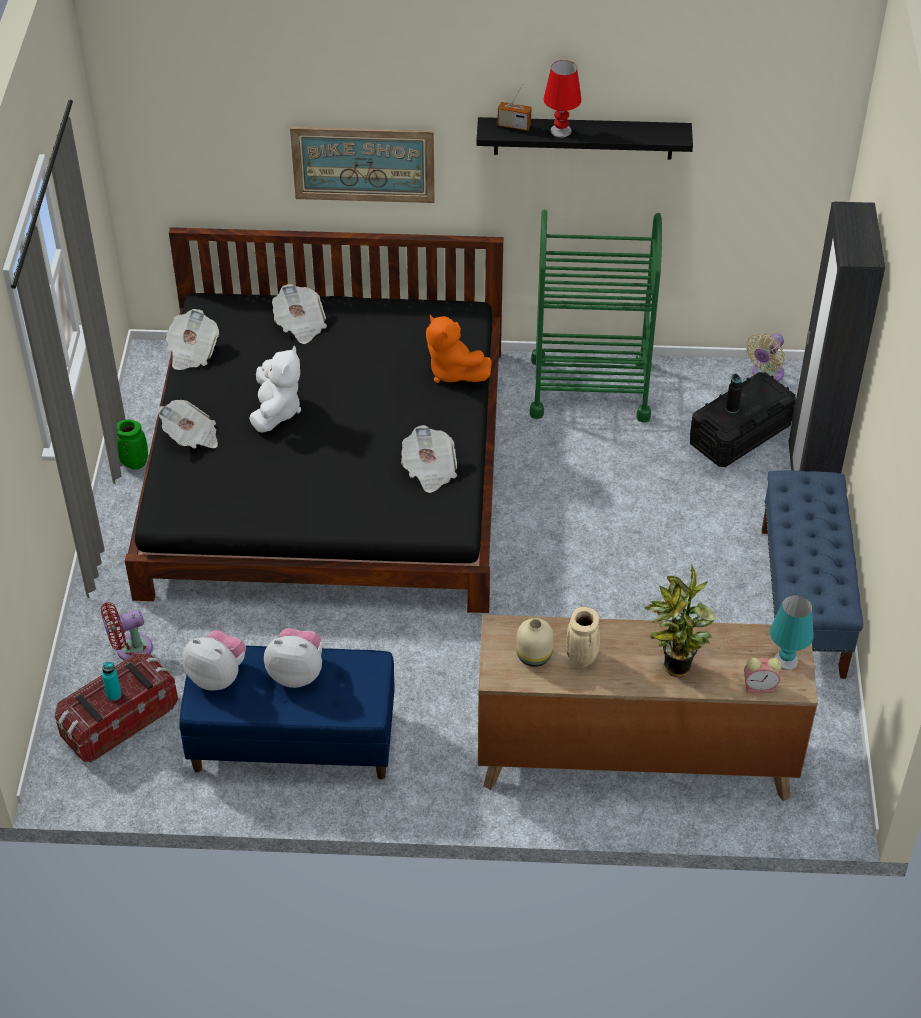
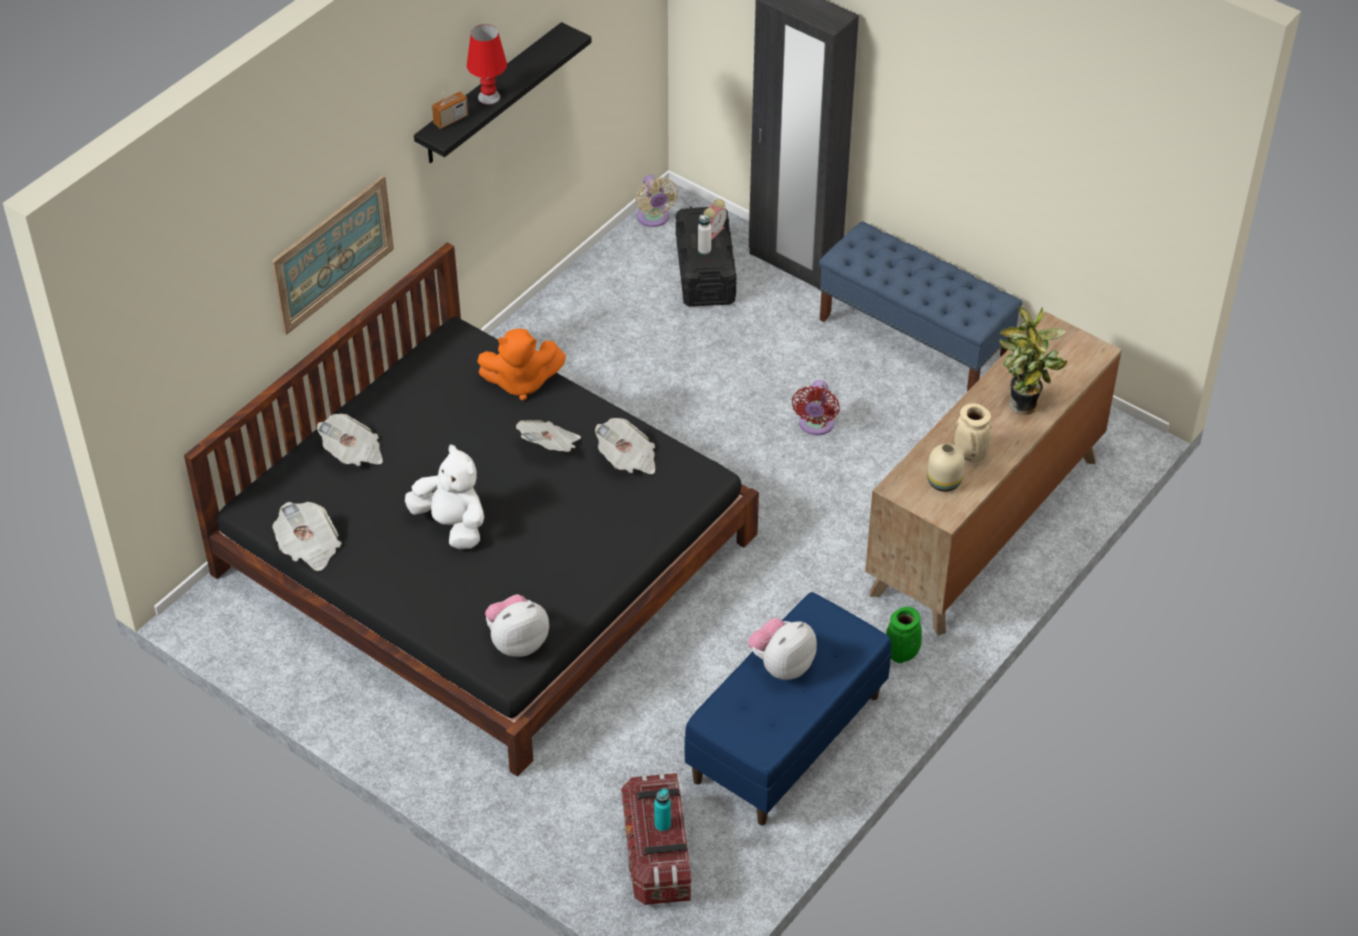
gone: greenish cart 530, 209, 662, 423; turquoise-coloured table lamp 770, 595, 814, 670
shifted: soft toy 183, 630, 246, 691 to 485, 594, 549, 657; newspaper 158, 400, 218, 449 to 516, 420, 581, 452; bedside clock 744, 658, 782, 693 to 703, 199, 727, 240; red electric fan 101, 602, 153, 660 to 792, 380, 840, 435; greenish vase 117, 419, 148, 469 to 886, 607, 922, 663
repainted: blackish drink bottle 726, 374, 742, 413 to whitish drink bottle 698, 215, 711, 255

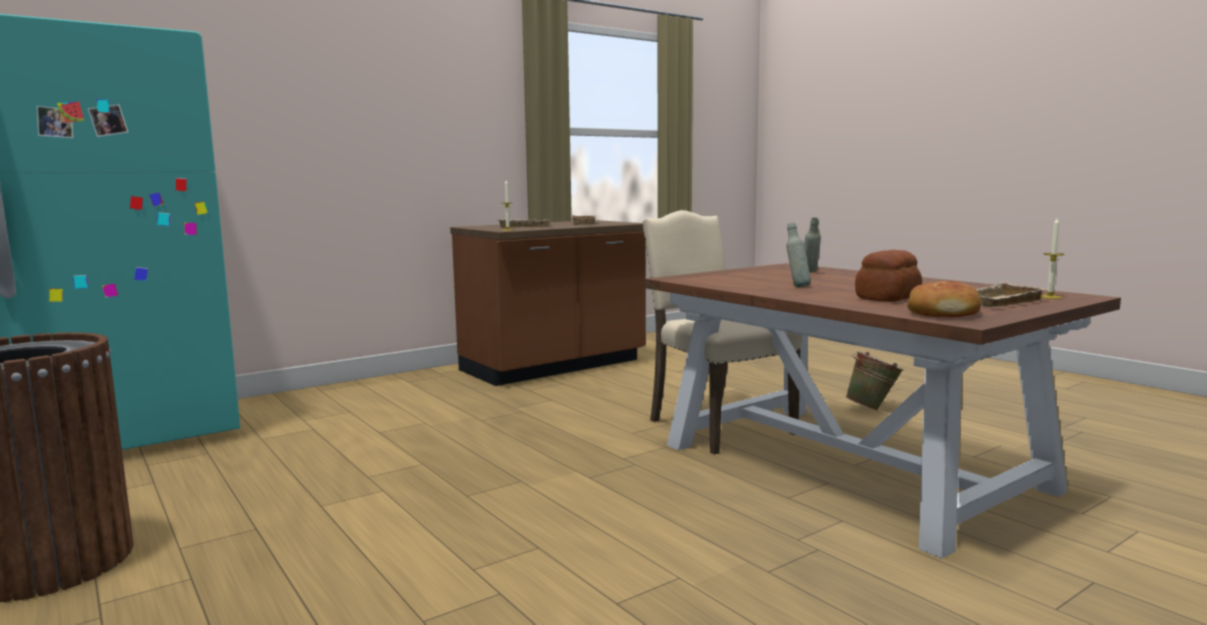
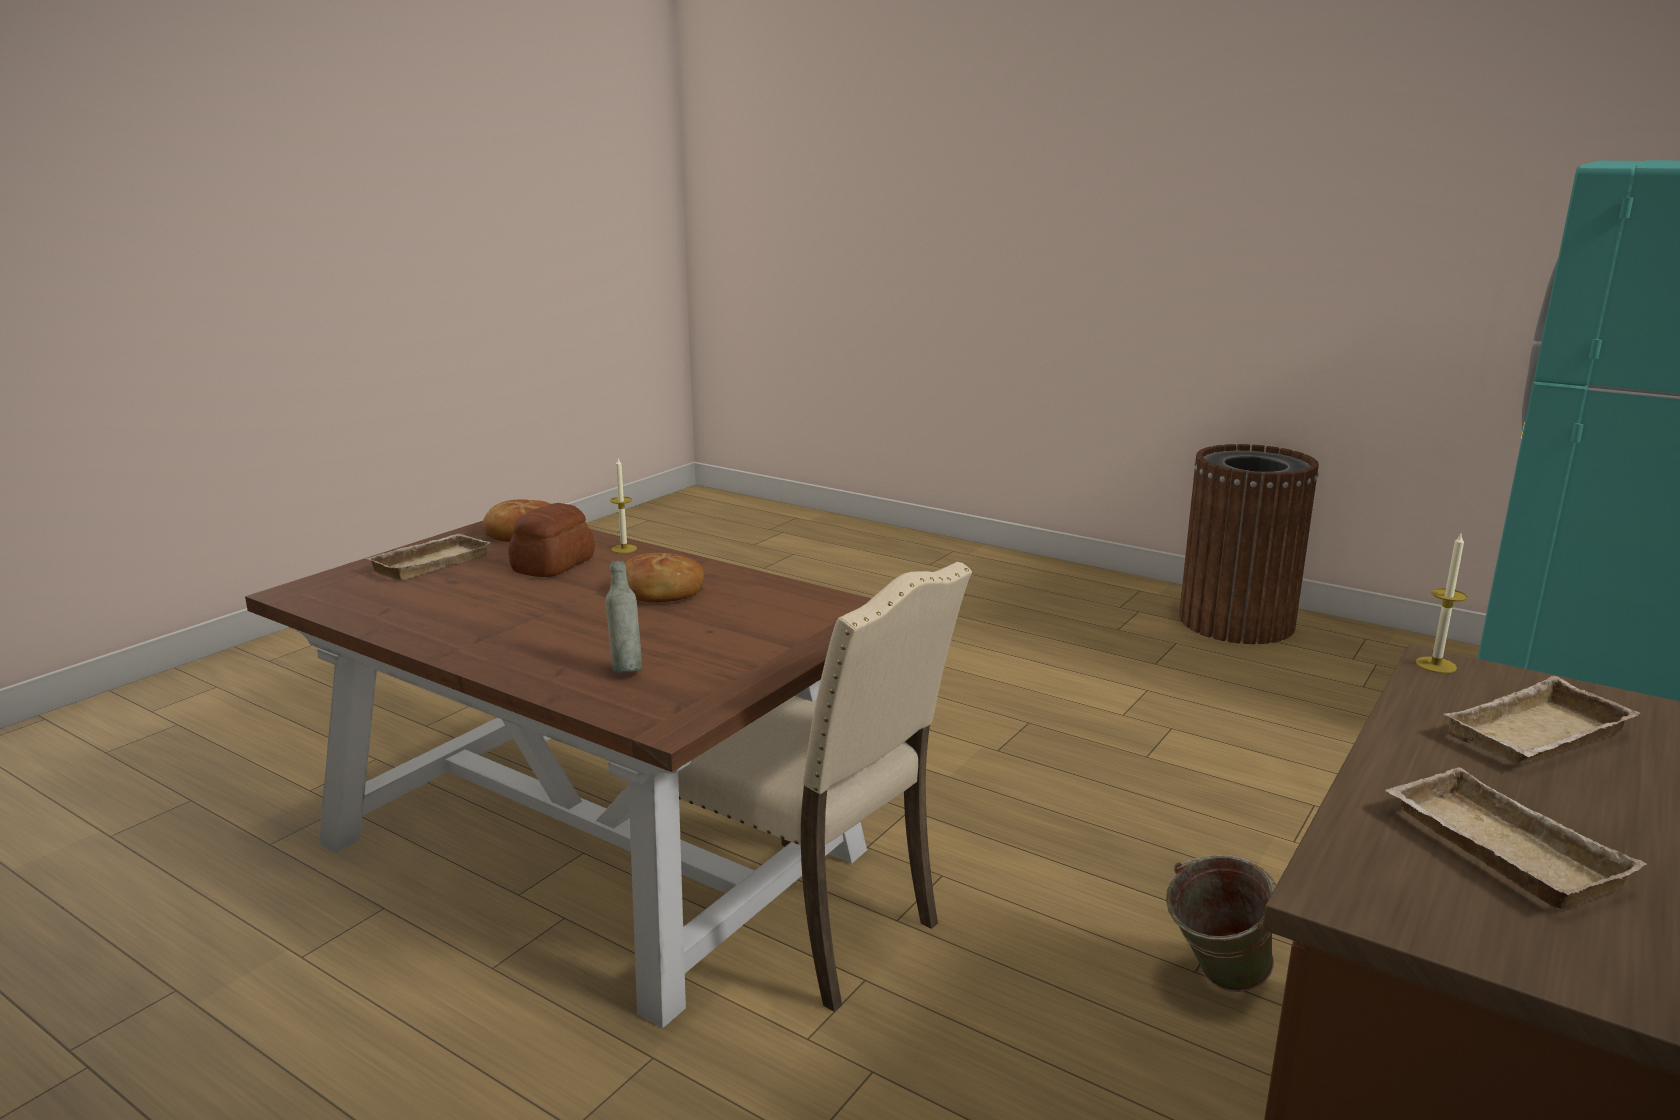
shifted: wax candle 1041, 218, 1064, 299 to 610, 458, 637, 553; greenish bucket 845, 351, 904, 411 to 1166, 855, 1277, 992
swapped: greyish drink bottle 786, 223, 811, 287 to bakery bread 625, 553, 704, 602

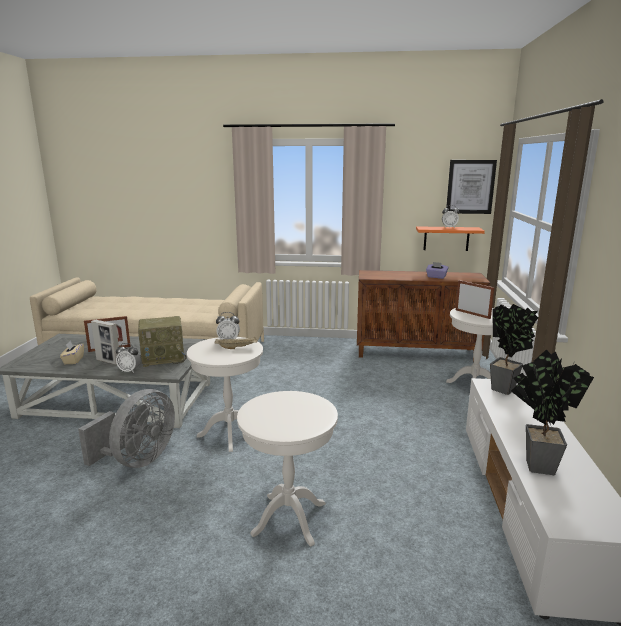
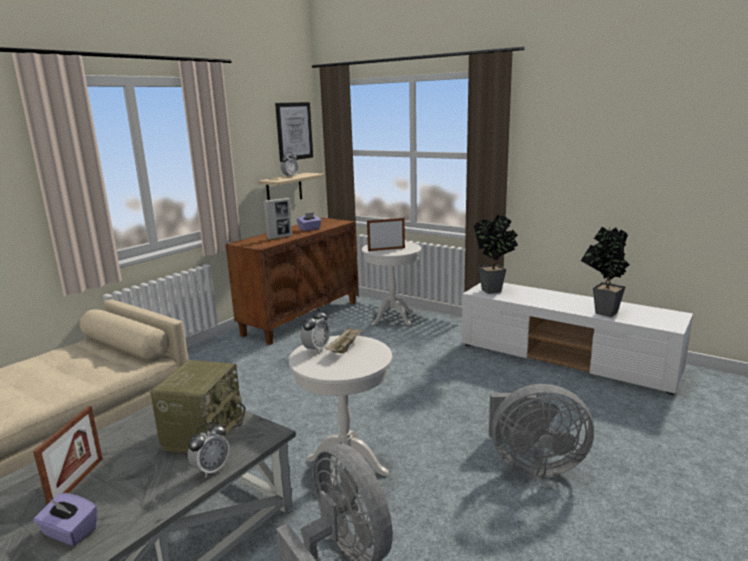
shifted: standing frame 91, 320, 119, 365 to 264, 198, 292, 240
swapped: whitish side table 237, 391, 338, 547 to greyish electric fan 489, 384, 594, 477
repainted: beige box of tissues 60, 341, 84, 364 to purple-coloured box of tissues 33, 493, 98, 546; orange-coloured wall shelf 416, 226, 485, 251 to beige wall shelf 258, 173, 325, 200

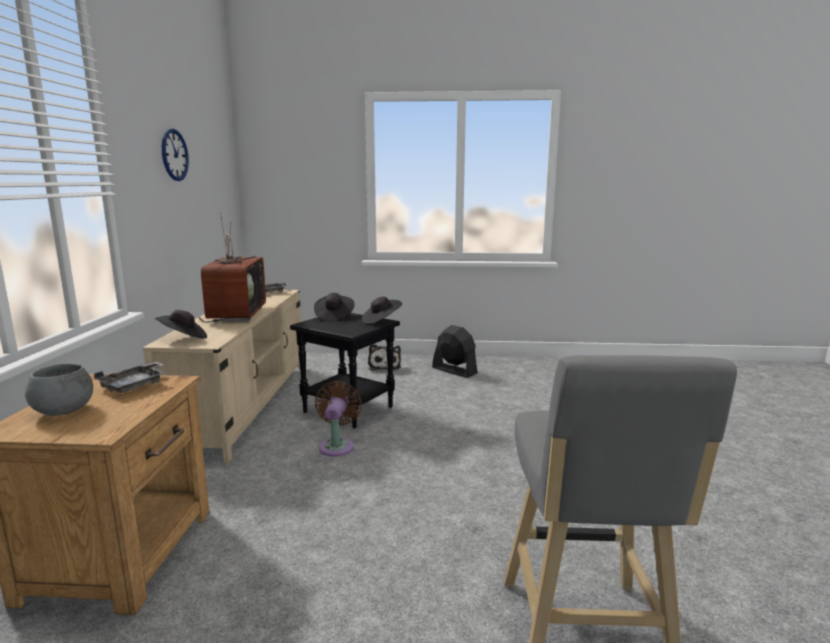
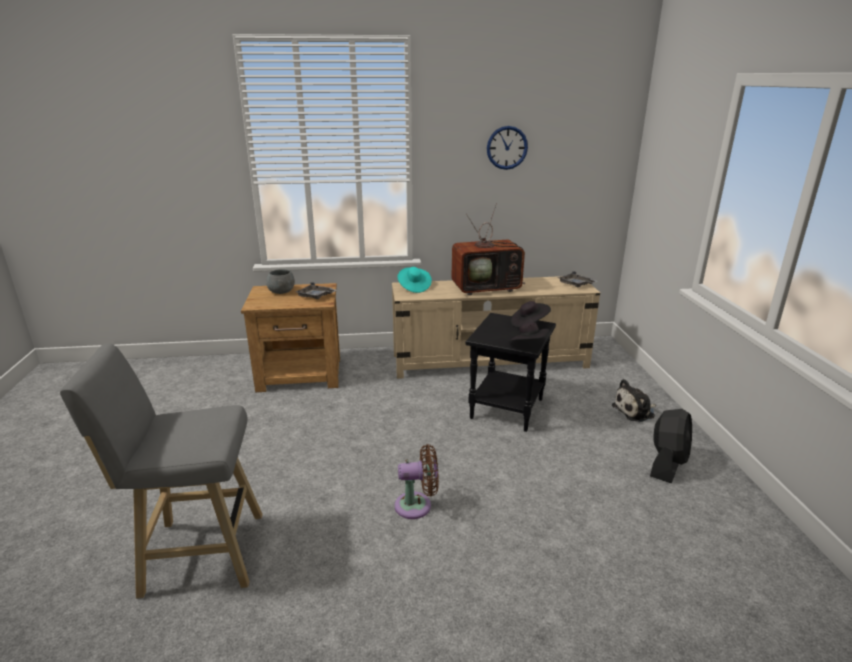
shifted: brownish electric fan 315, 381, 362, 456 to 394, 444, 439, 519
repainted: blackish clothing hat 155, 310, 207, 339 to turquoise-coloured clothing hat 397, 267, 432, 293

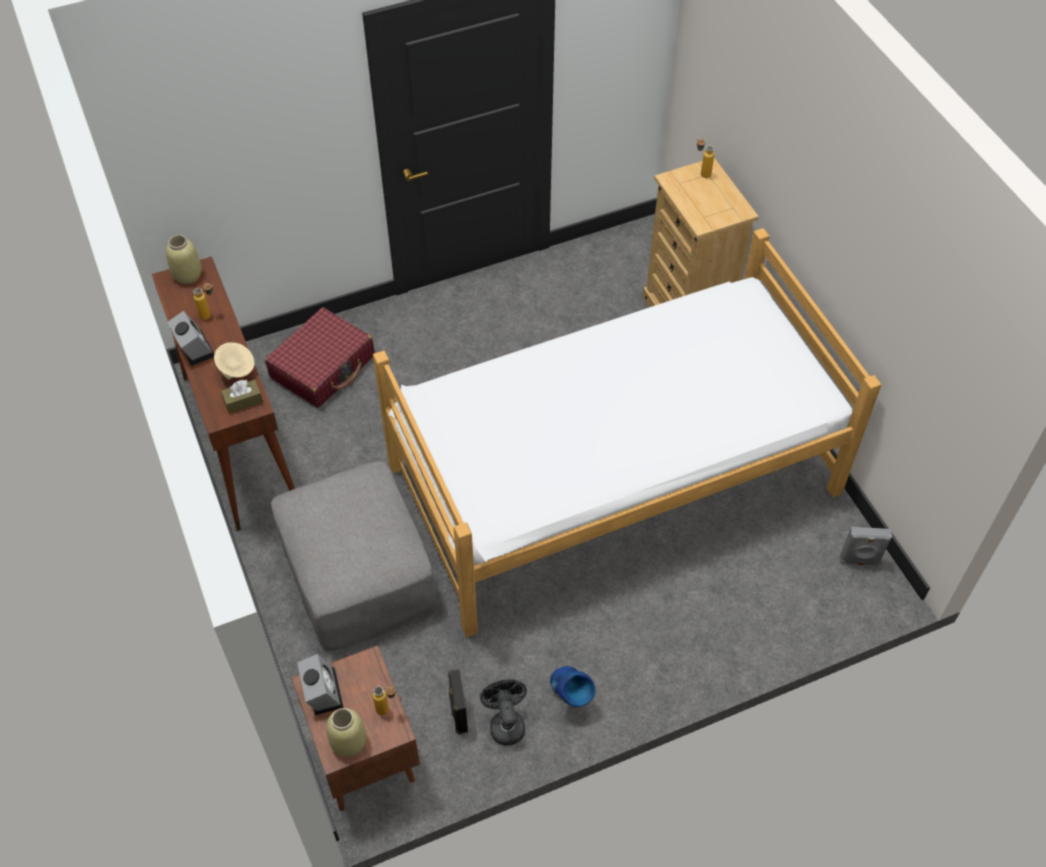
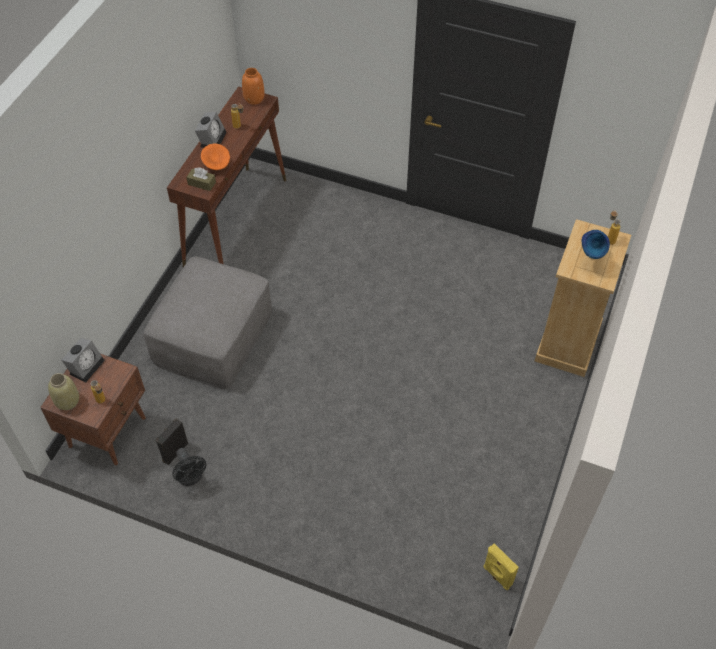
gone: red travel case 265, 307, 374, 408; sleeping bed 373, 228, 882, 637
shifted: bluish vase 550, 666, 596, 707 to 582, 230, 610, 259
repainted: beige bowl 214, 342, 255, 380 to orange-coloured bowl 201, 143, 230, 170; beige vase 166, 235, 202, 284 to orange-coloured vase 242, 68, 265, 105; greyish speaker 840, 527, 892, 566 to yellowish speaker 484, 543, 519, 590
rotated: blackish electric fan 480, 679, 527, 745 = 172, 448, 206, 486 120 degrees clockwise

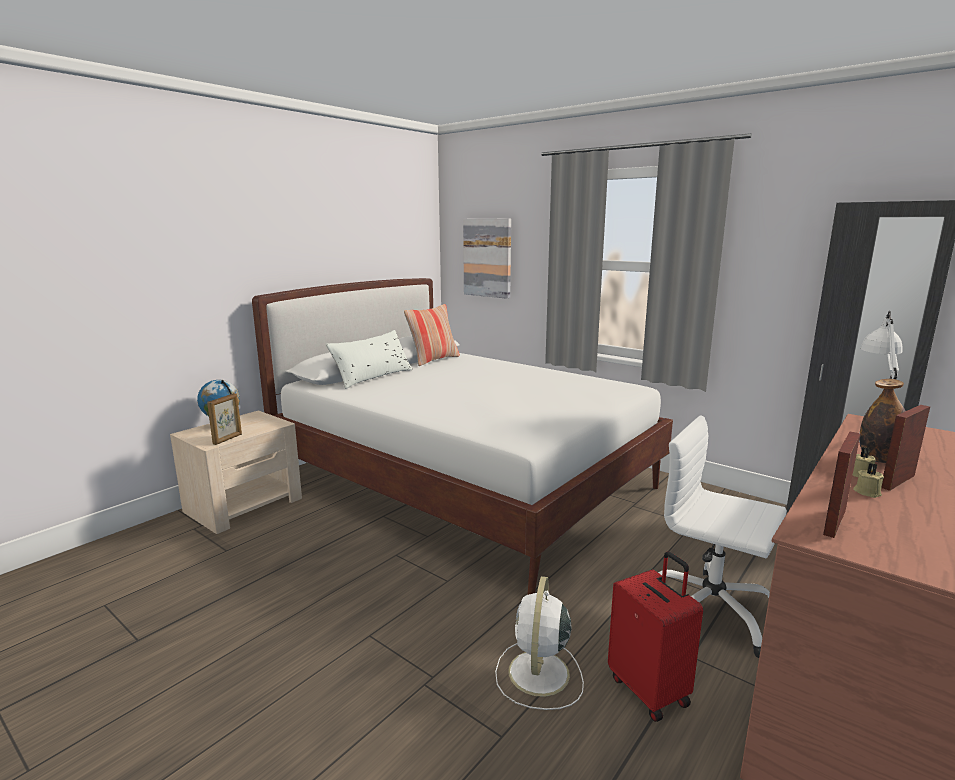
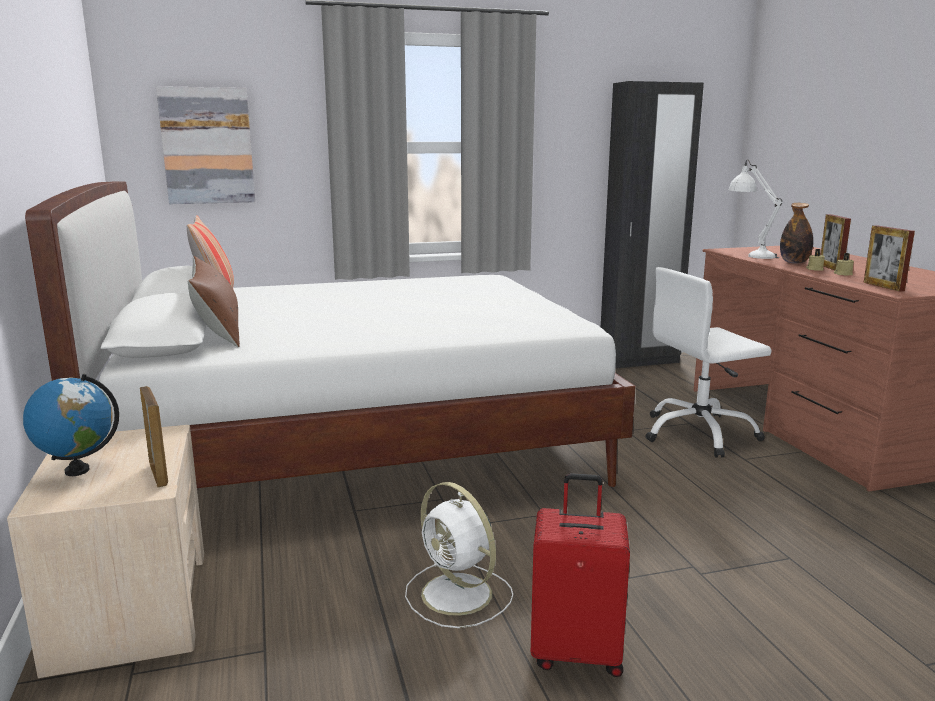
shifted: whitish electric fan 495, 576, 584, 710 to 405, 482, 513, 628; red travel case 608, 551, 703, 722 to 531, 473, 630, 677
repainted: whitish pillow 326, 330, 413, 389 to brownish pillow 188, 256, 240, 347

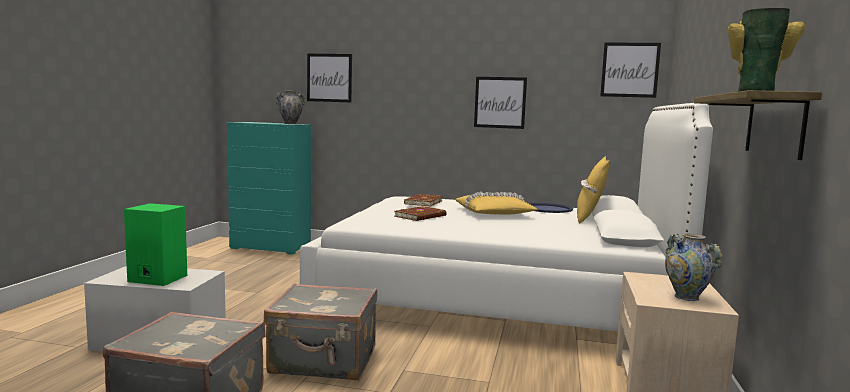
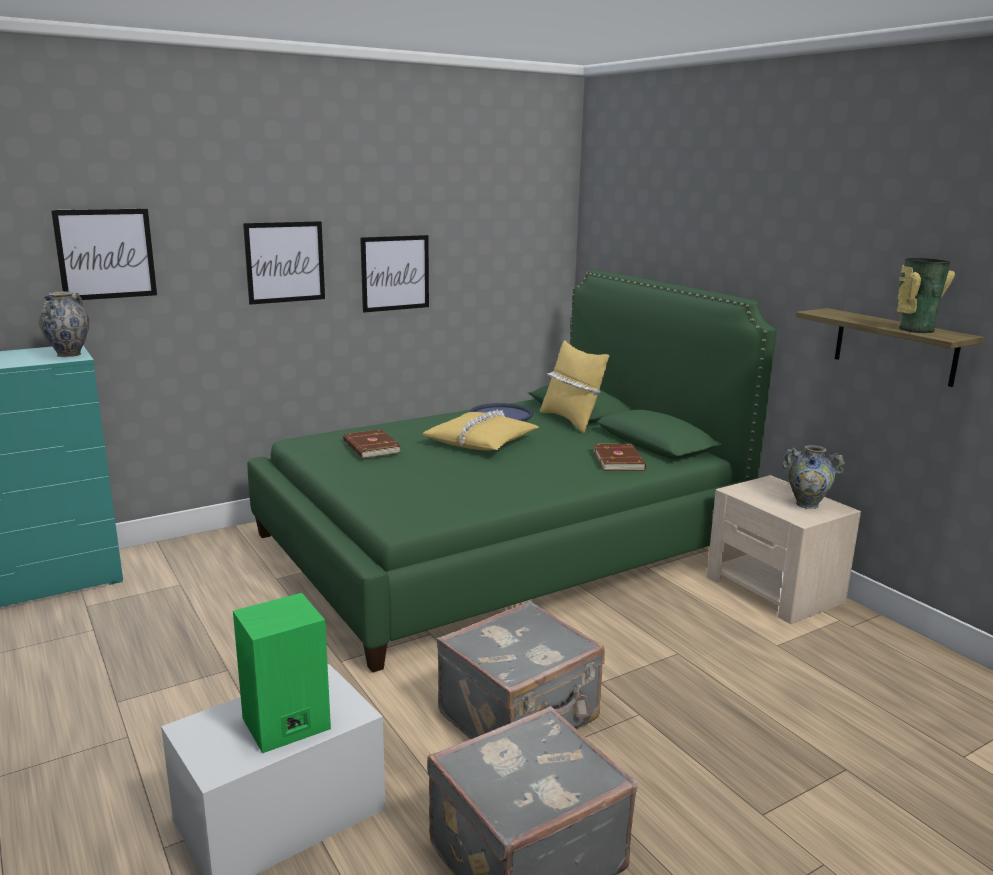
shifted: picture 600, 42, 661, 98 to 243, 221, 325, 305; brownish volume 394, 206, 446, 221 to 593, 444, 646, 471
repainted: whitish sleeping bed 300, 103, 713, 331 to greenish sleeping bed 247, 270, 777, 673

